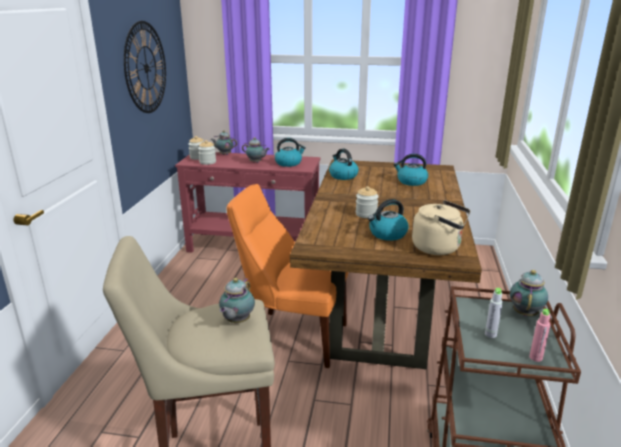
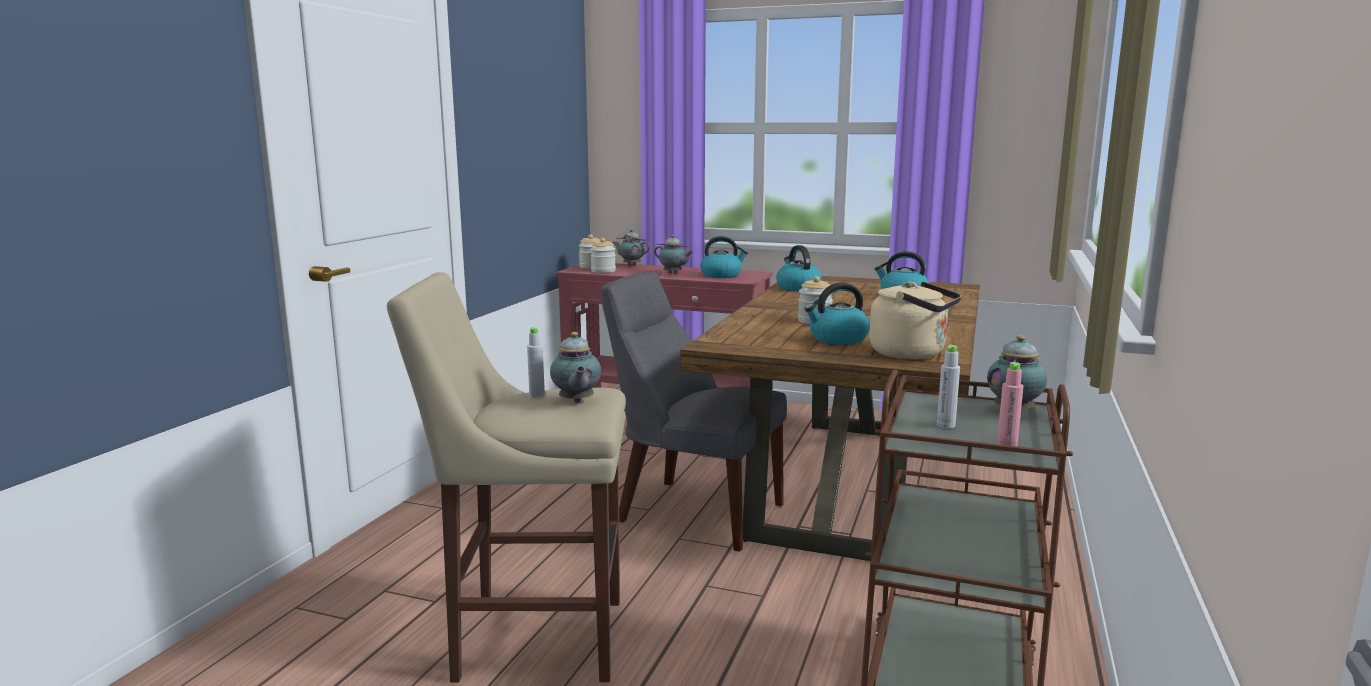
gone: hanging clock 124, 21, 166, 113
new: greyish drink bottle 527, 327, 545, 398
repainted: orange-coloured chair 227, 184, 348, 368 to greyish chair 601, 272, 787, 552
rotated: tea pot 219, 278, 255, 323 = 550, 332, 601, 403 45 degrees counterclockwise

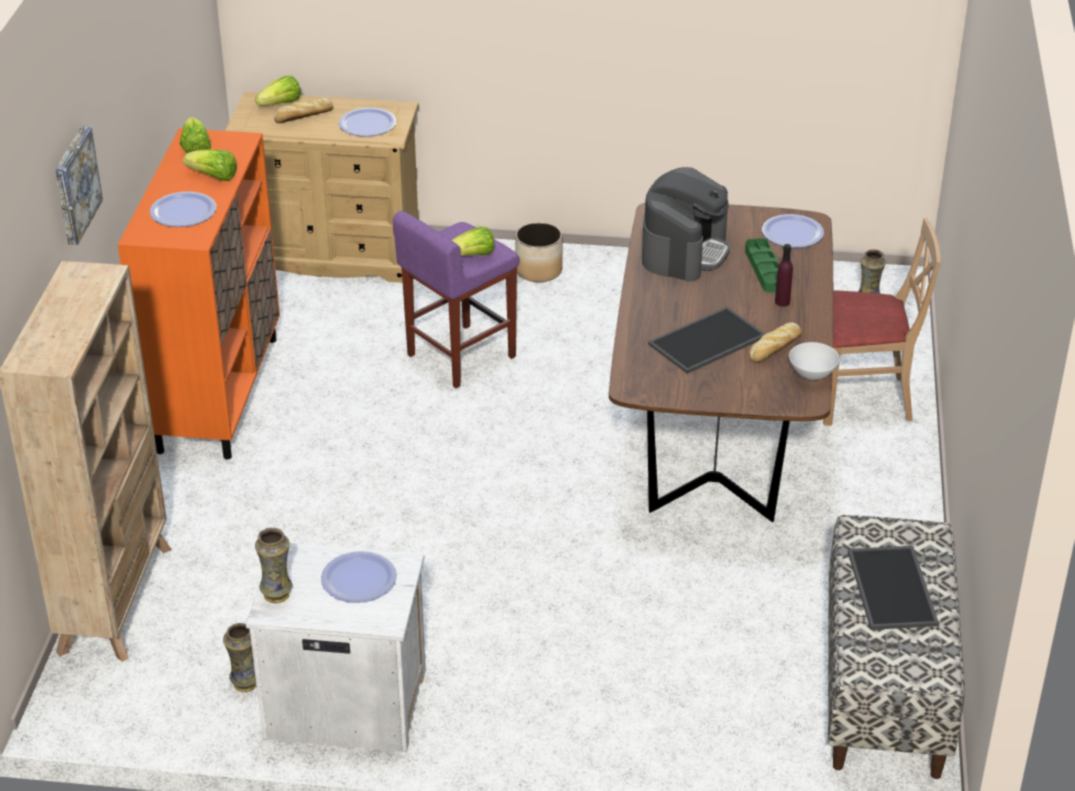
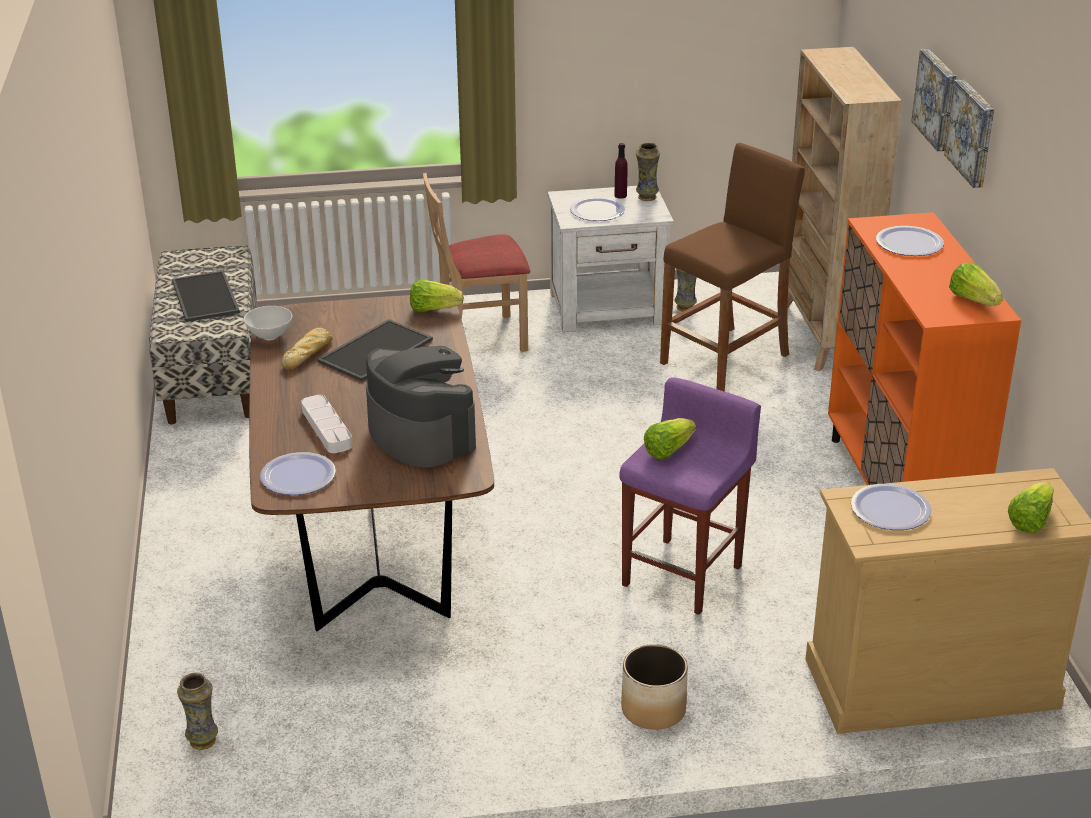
gone: bakery bread 274, 98, 333, 123
new: brownish stool 660, 143, 805, 392; picture 944, 79, 994, 188
shifted: lettuce 183, 149, 237, 181 to 410, 279, 464, 312; beige chair 823, 218, 941, 426 to 423, 173, 530, 352; purple-coloured drink bottle 775, 244, 793, 307 to 615, 143, 628, 199
repainted: greenish serving tray 745, 238, 779, 293 to whitish serving tray 301, 395, 352, 453
rotated: coffee machine 642, 167, 730, 282 = 366, 346, 476, 467 135 degrees clockwise

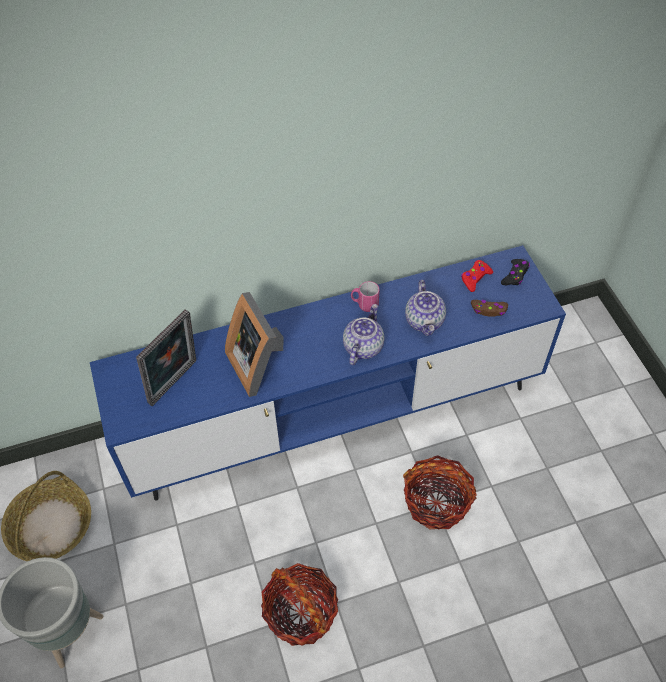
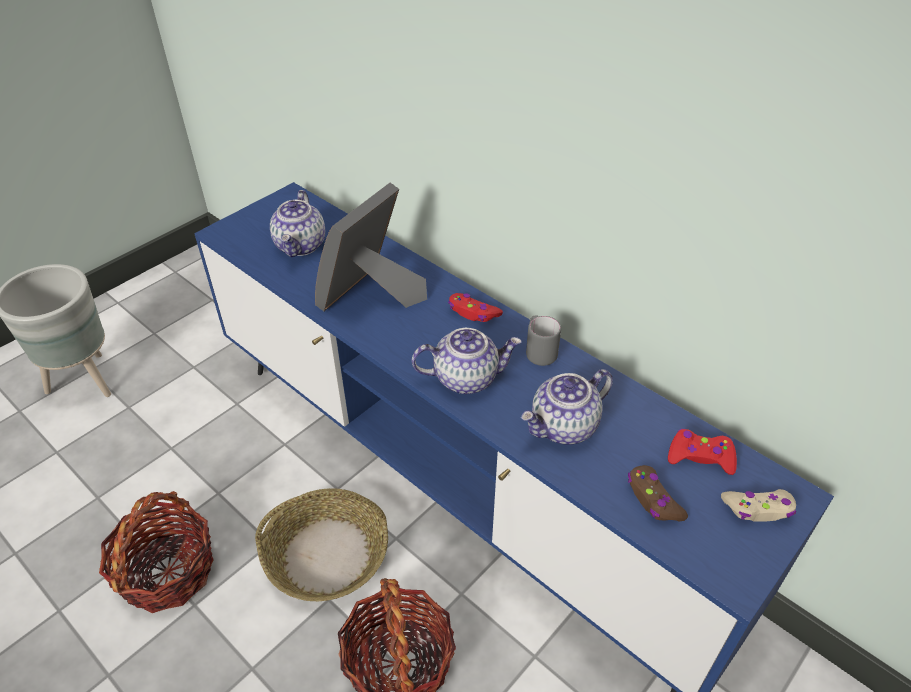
new: red joypad 448, 293, 503, 322
shifted: basket 1, 471, 91, 561 to 255, 488, 388, 601
swapped: standing frame 136, 309, 196, 406 to tea pot 270, 190, 325, 257
repainted: pink tea mug 351, 281, 380, 312 to greyish tea mug 526, 315, 561, 366; blackish joypad 501, 259, 530, 285 to beige joypad 721, 489, 796, 522

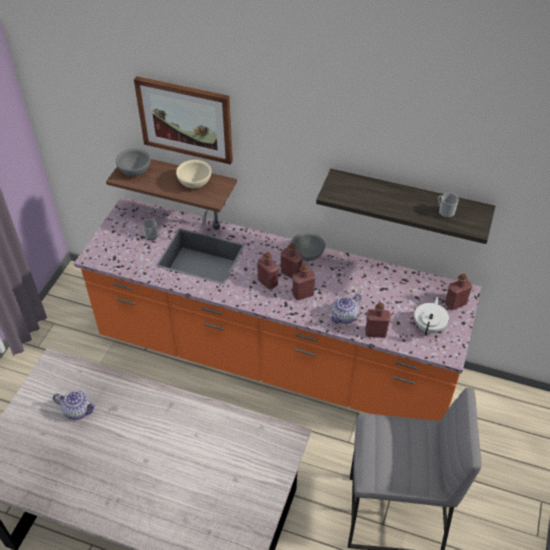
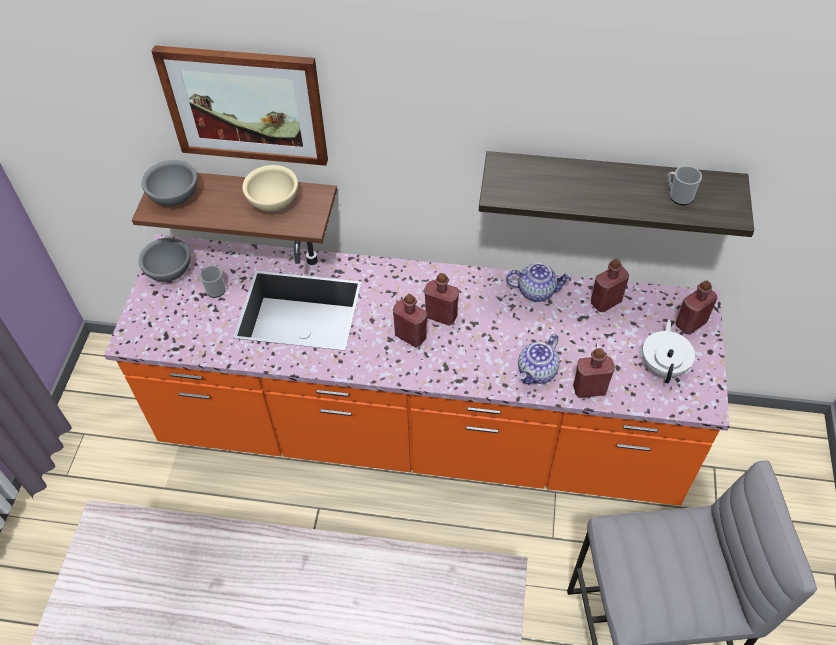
shifted: greyish bowl 291, 232, 325, 261 to 138, 238, 190, 282; tea pot 53, 390, 97, 420 to 506, 263, 572, 302; red drink bottle 292, 264, 316, 300 to 591, 259, 629, 312

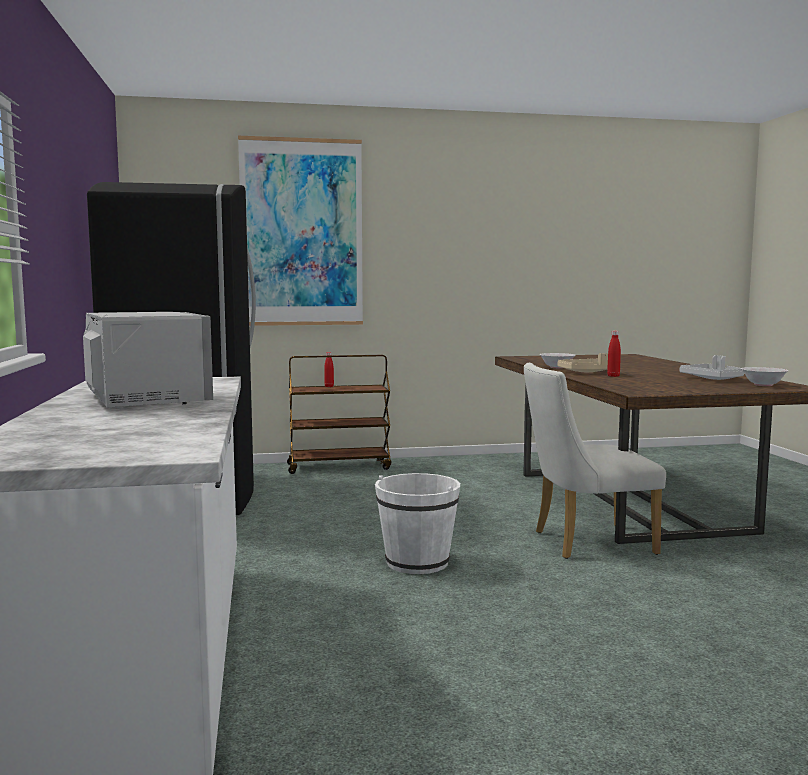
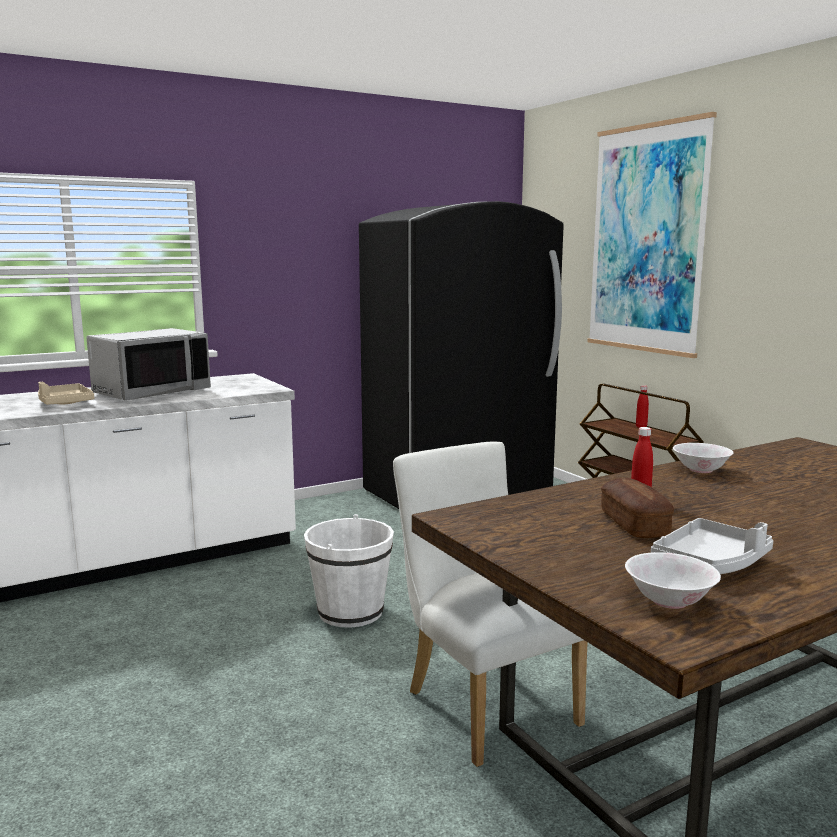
new: bakery bread 601, 478, 674, 538
shifted: beige serving tray 557, 353, 608, 372 to 38, 382, 94, 405

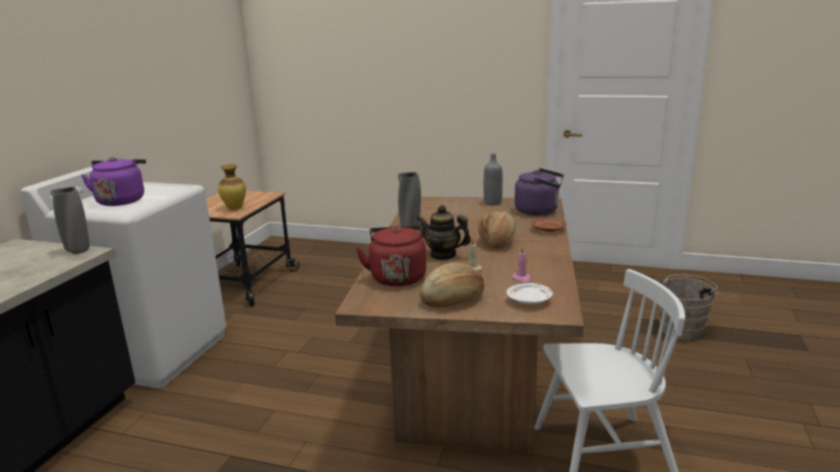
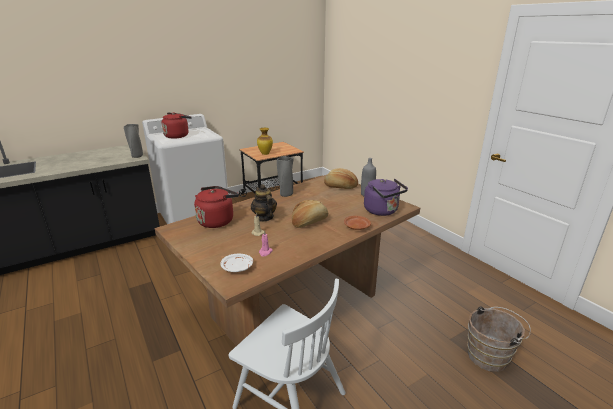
shifted: bakery bread 420, 263, 484, 308 to 324, 168, 358, 189
repainted: purple-coloured water kettle 81, 157, 146, 206 to red water kettle 161, 112, 192, 139

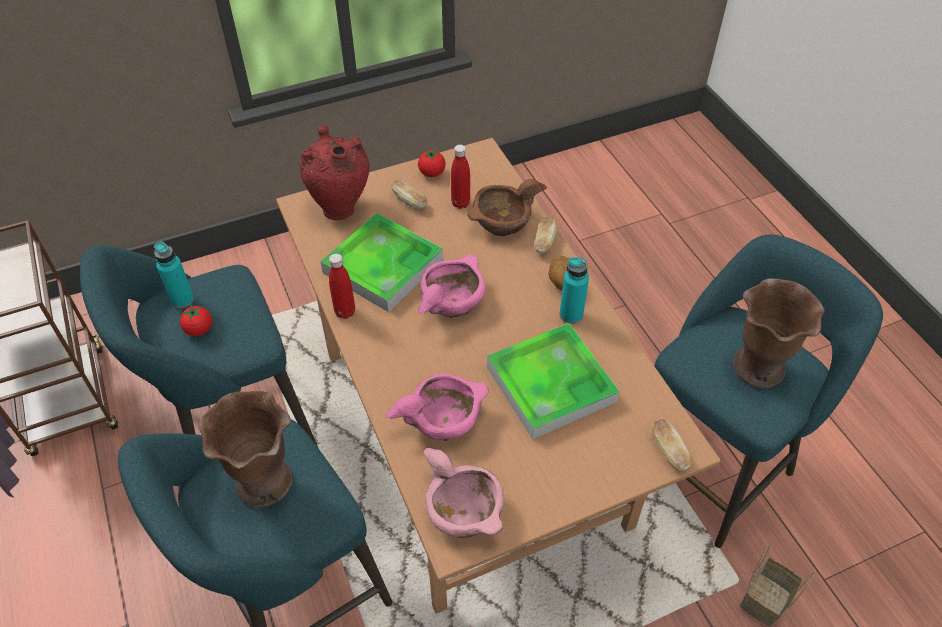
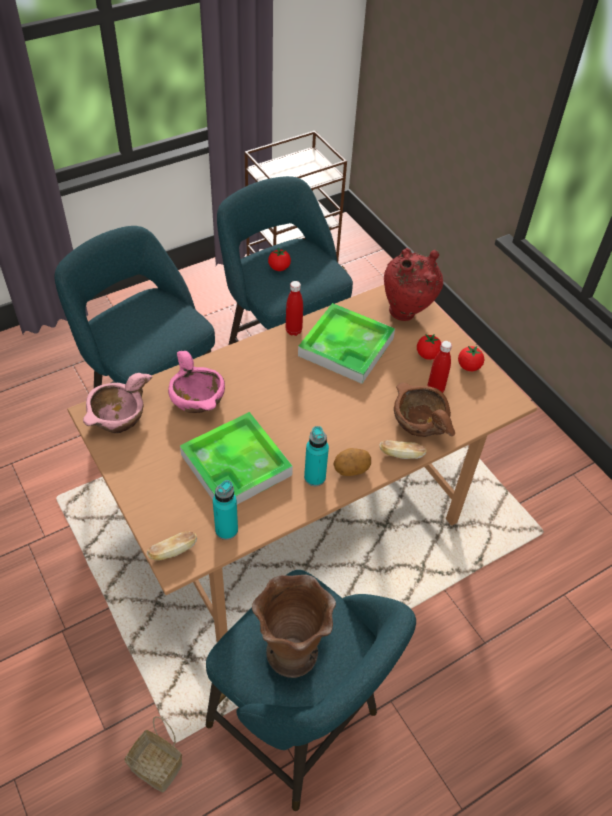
gone: brownish vase 198, 391, 292, 508; pink bowl 418, 255, 486, 318
shifted: turquoise-coloured drink bottle 154, 242, 194, 308 to 213, 480, 238, 540
swapped: bakery bread 391, 180, 427, 209 to whole tomato 417, 334, 441, 360

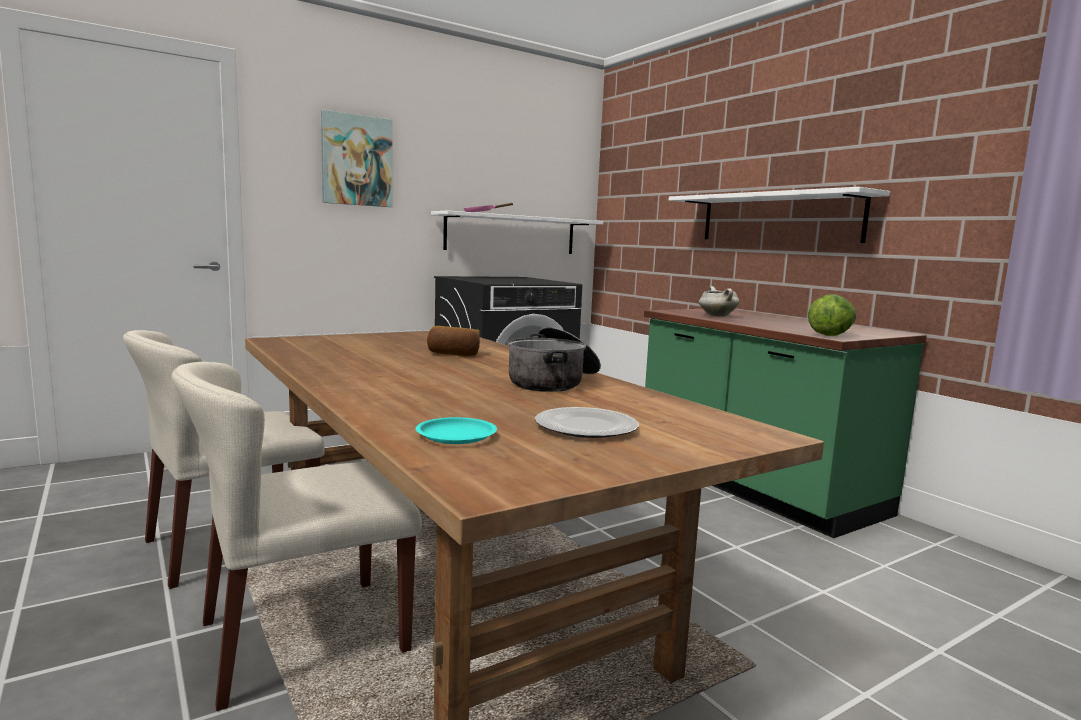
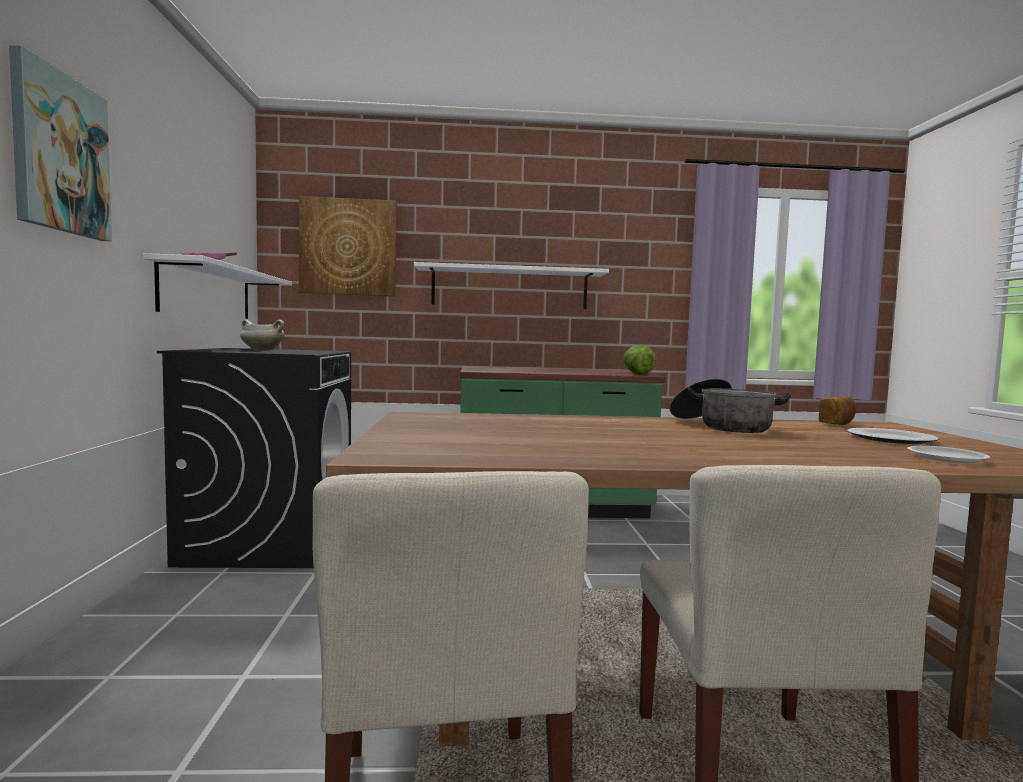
new: picture 299, 196, 397, 297
shifted: whitish saucepot 699, 286, 739, 317 to 240, 320, 285, 351; bakery bread 427, 326, 480, 356 to 819, 396, 856, 425
repainted: turquoise-coloured plate 416, 417, 497, 444 to whitish plate 907, 446, 990, 463

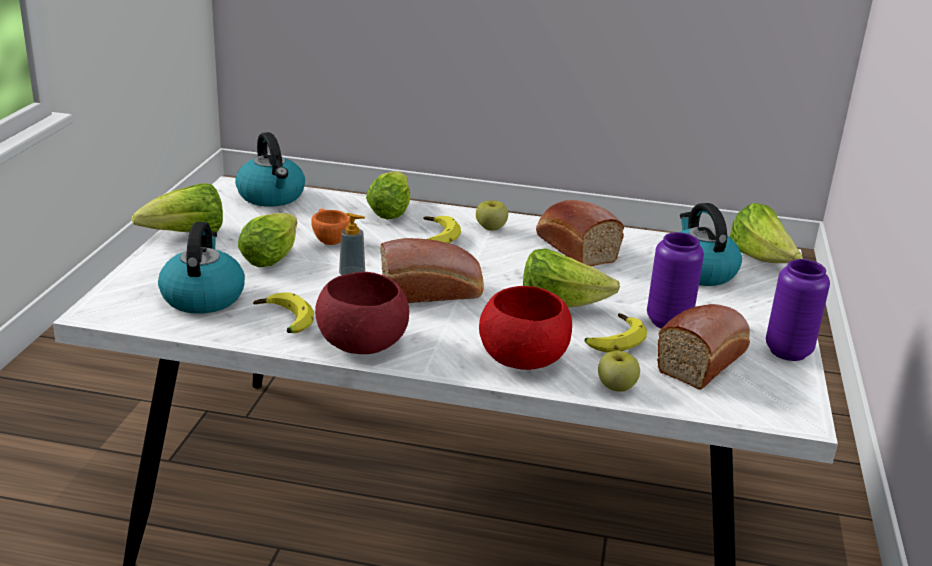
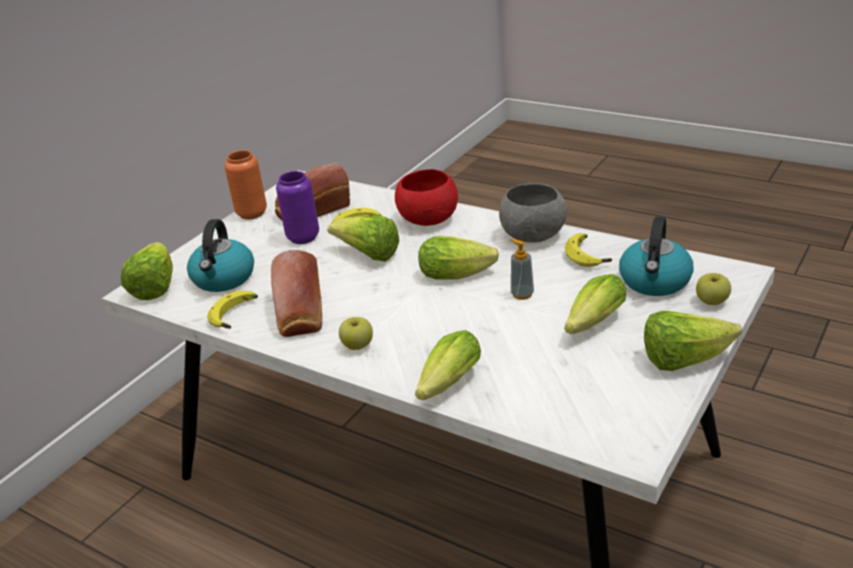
gone: water kettle 235, 132, 305, 207; orange-coloured cup 311, 208, 350, 245
shifted: banana 423, 216, 461, 243 to 207, 291, 258, 329; apple fruit 598, 351, 640, 392 to 696, 273, 731, 305
swapped: bakery bread 380, 238, 484, 303 to lettuce 418, 236, 499, 280
repainted: purple-coloured vase 766, 259, 830, 361 to orange-coloured vase 224, 150, 267, 220; red bowl 315, 272, 409, 354 to greyish bowl 499, 183, 567, 243

